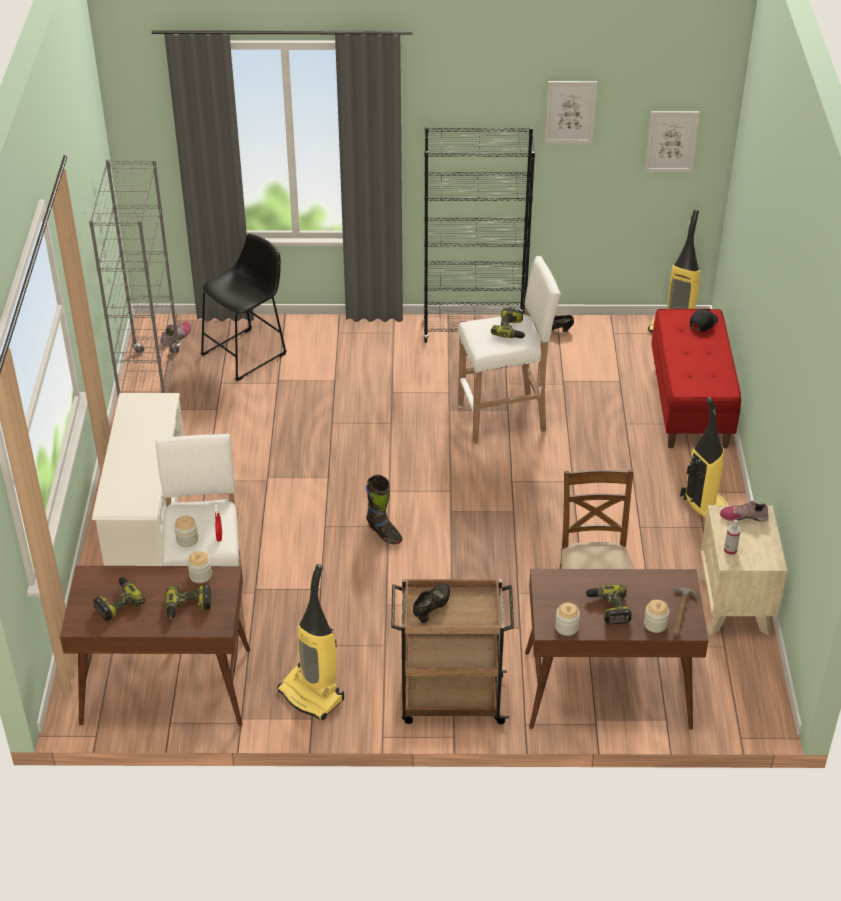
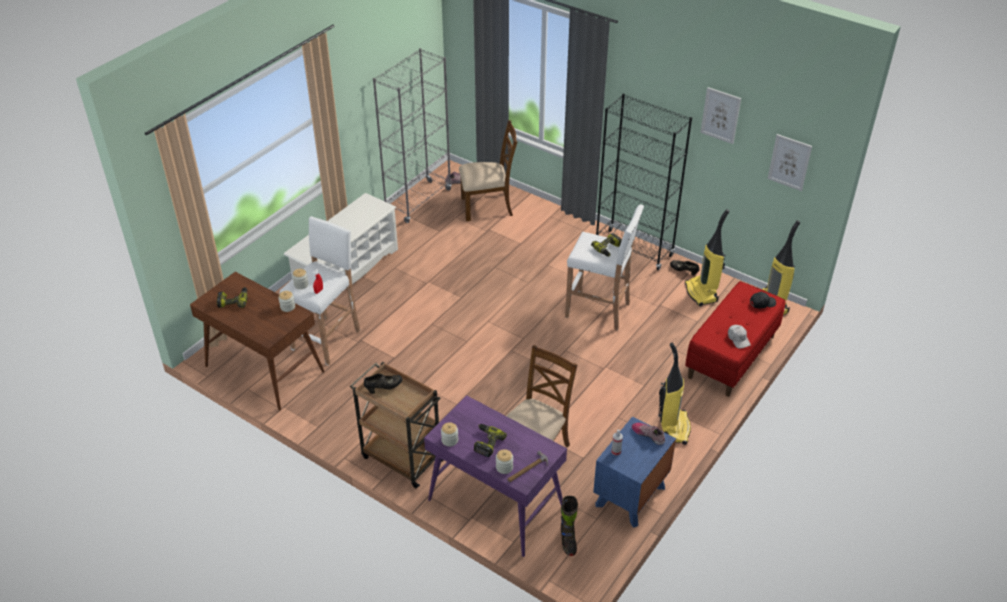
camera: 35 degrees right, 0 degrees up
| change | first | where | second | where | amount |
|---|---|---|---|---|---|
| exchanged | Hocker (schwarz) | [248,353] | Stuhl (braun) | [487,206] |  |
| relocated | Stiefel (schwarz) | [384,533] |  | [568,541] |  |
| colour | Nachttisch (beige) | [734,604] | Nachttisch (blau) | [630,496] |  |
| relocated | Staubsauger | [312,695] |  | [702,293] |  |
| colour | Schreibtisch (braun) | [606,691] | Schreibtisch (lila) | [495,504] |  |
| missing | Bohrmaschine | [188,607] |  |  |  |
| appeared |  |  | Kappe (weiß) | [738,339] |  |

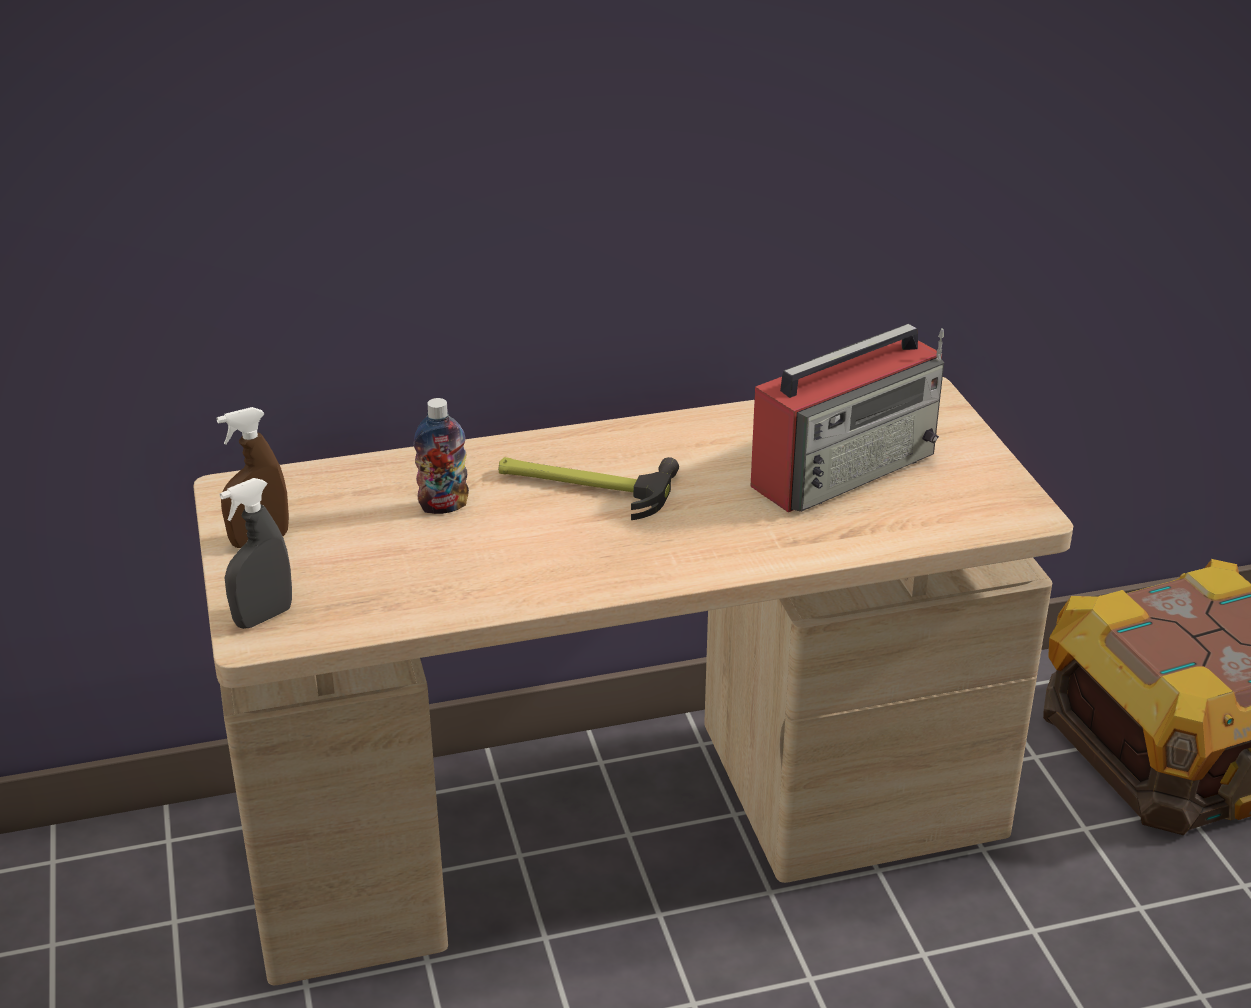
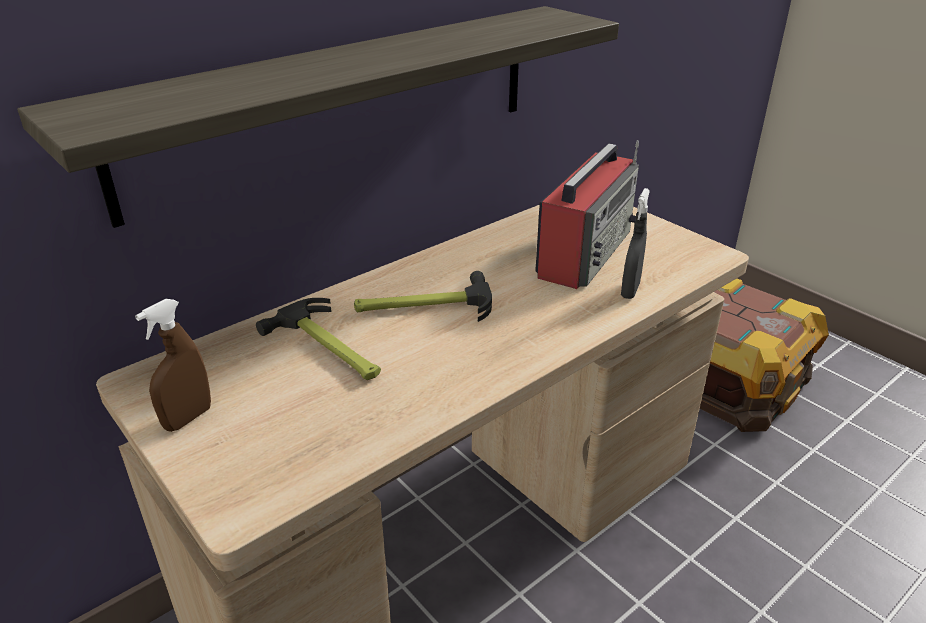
camera: 25 degrees left, 0 degrees up
| change | first | where | second | where | amount |
|---|---|---|---|---|---|
| exchanged | Flasche | [444,506] | Hammer | [329,347] |  |
| relocated | Sprühflasche (grau) | [263,617] |  | [630,290] |  |
| appeared |  |  | Wandregal | [341,104] |  |

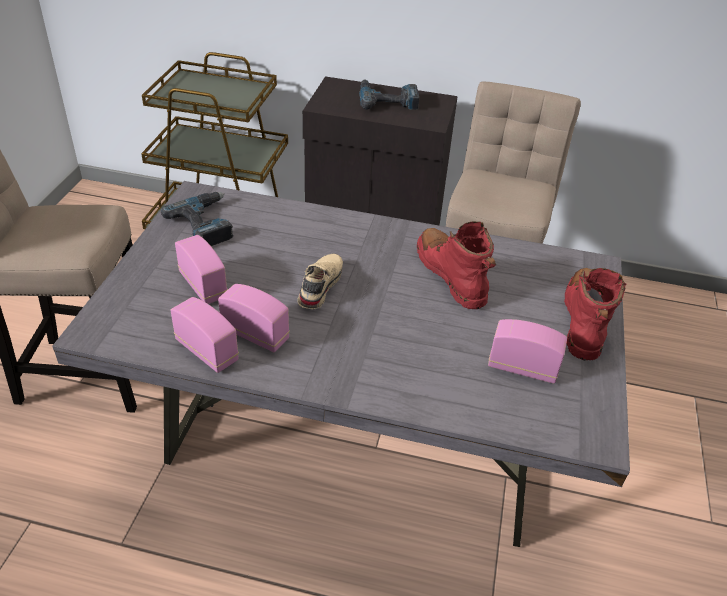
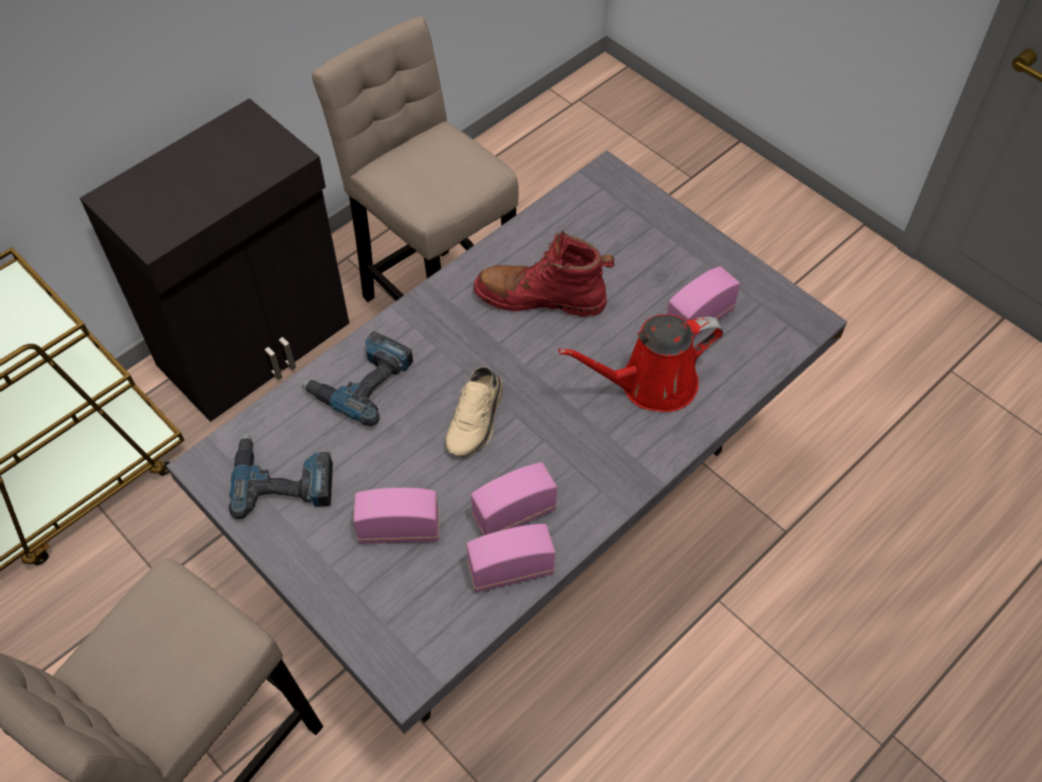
camera: 55 degrees left, 15 degrees up
| change | first | where | second | where | amount |
|---|---|---|---|---|---|
| relocated | Bohrmaschine | [387,100] |  | [361,381] |  |
| spun | Schuh (beige) | [319,286] |  | [477,420] | 120 degrees counterclockwise |
| missing | Stiefel (rot) | [584,321] |  |  |  |
| appeared |  |  | Gießkanne (rot) | [650,384] |  |

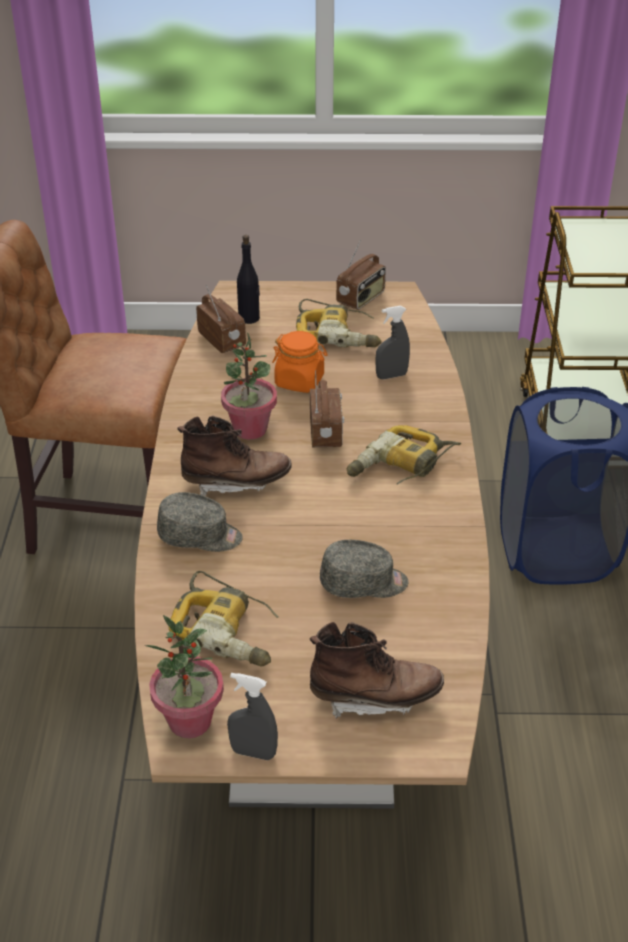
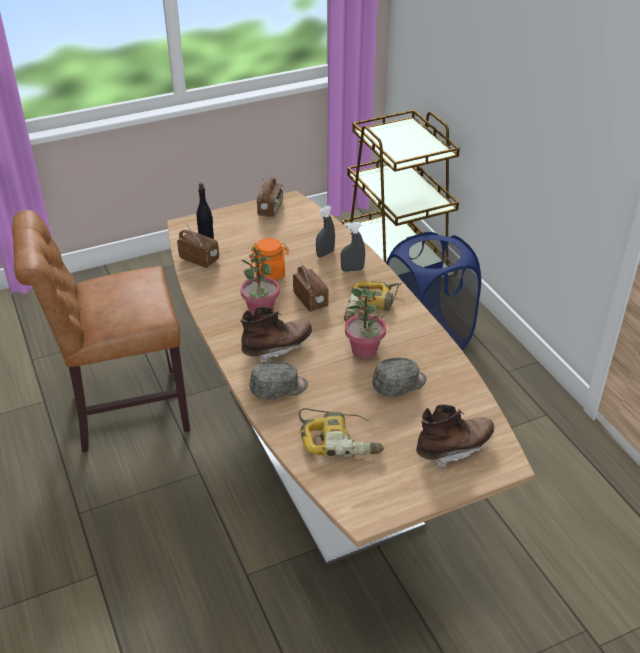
camera: 25 degrees left, 0 degrees up
| change | first | where | second | where | amount |
|---|---|---|---|---|---|
| missing | Bohrmaschine | [338,333] |  |  |  |
| relocated | Topfpflanze | [190,721] |  | [364,351] |  |
| relocated | Sprühflasche (grau) | [253,752] |  | [352,270] |  |

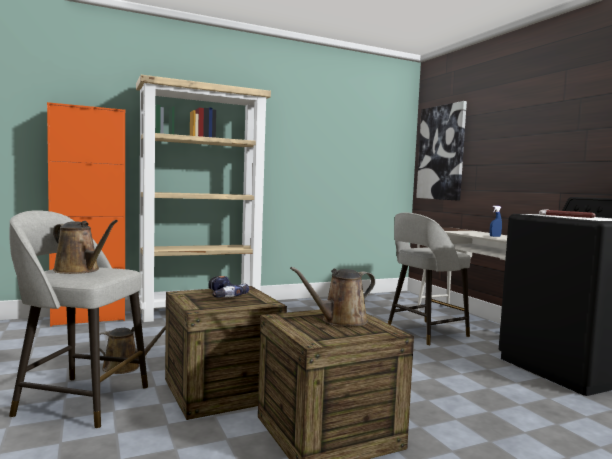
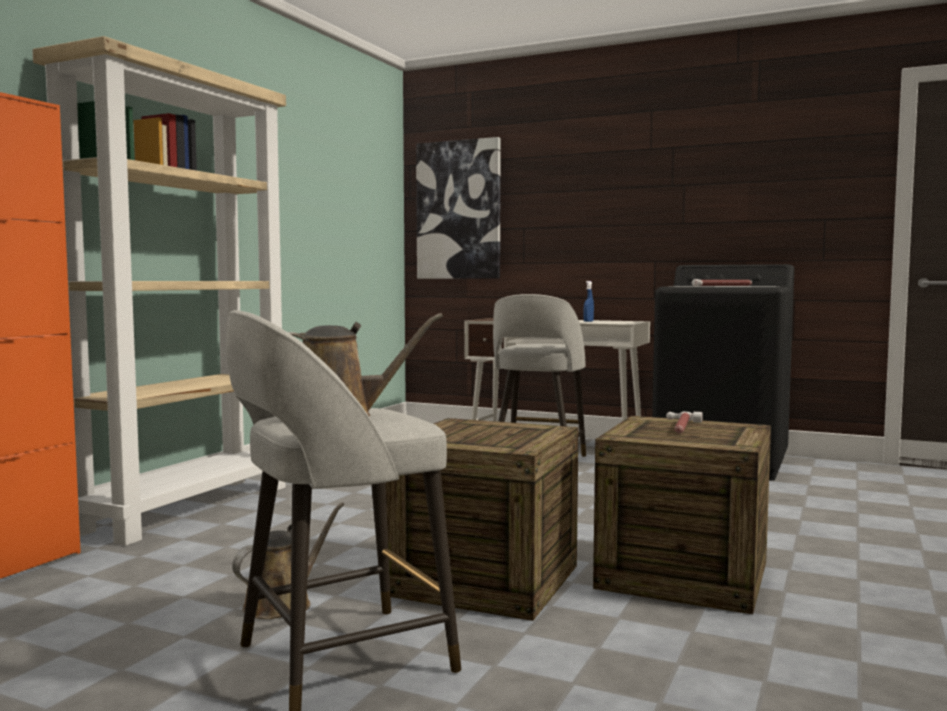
camera: 40 degrees left, 0 degrees up
| change | first | where | second | where | amount |
|---|---|---|---|---|---|
| exchanged | Gießkanne (braun) | [340,321] | Hammer | [680,427] |  |
| missing | Bohrmaschine | [221,296] |  |  |  |

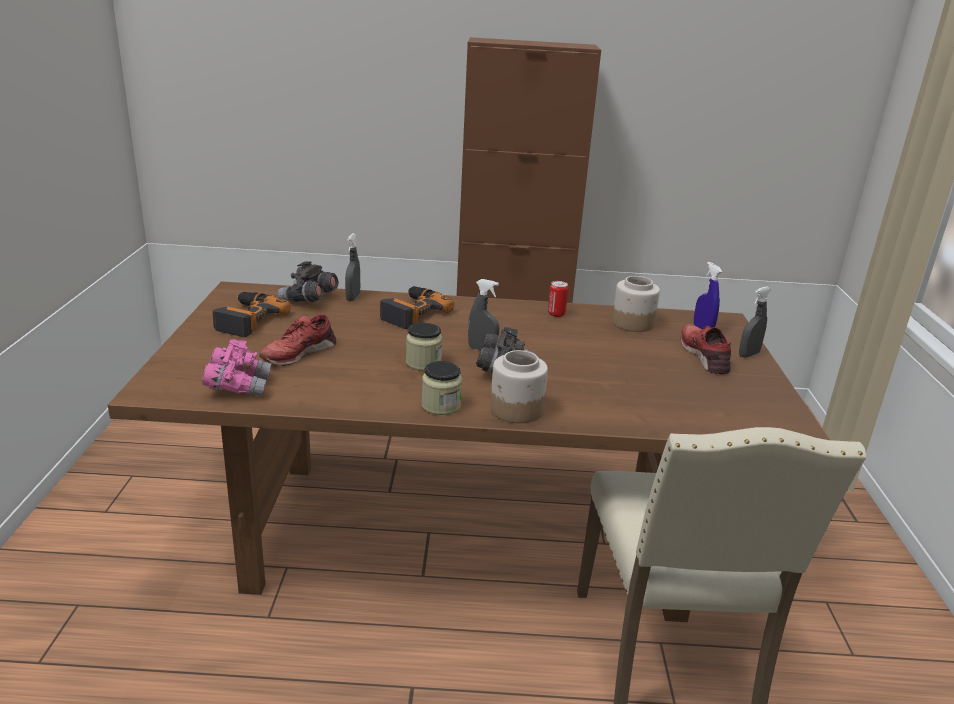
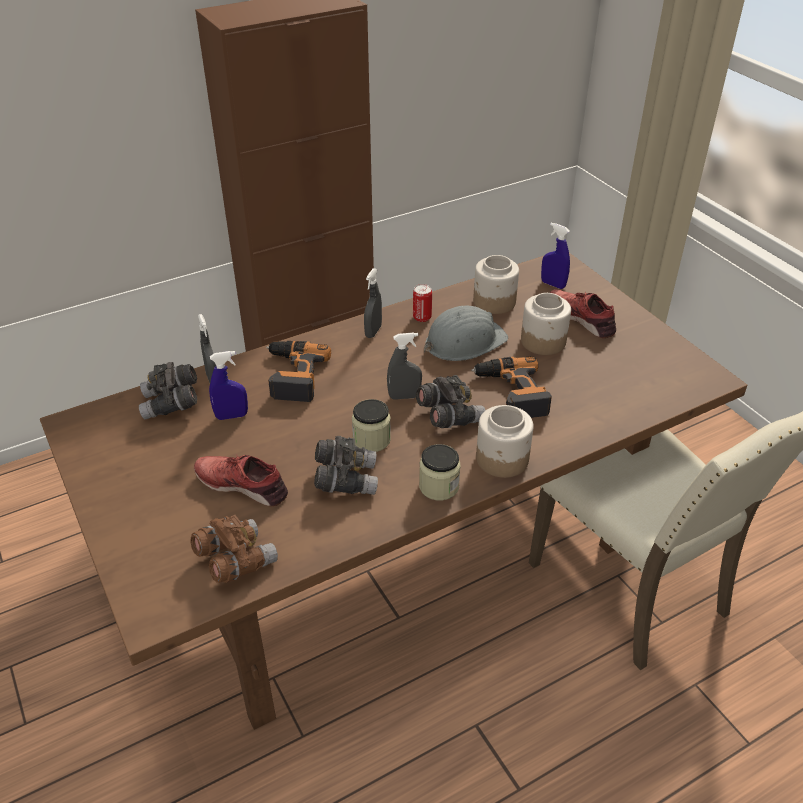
camera: 30 degrees left, 15 degrees up
| change | first | where | second | where | amount |
|---|---|---|---|---|---|
| relocated | Sprühflasche (grau) | [748,354] |  | [373,331] |  |
| relocated | Bohrmaschine | [246,319] |  | [511,393] |  |
| spun | Schuh (rot) | [298,352] |  | [242,484] | 105 degrees clockwise |
| colour | Fernglas (rosa) | [238,386] | Fernglas (braun) | [235,560] |  |
| appeared |  |  | Vorratsglas | [543,341] |  |
| appeared |  |  | Schutzhelm (grau) | [464,342] |  |
| appeared |  |  | Sprühflasche (blau) | [231,416] |  |
| appeared |  |  | Fernglas (grau) | [345,479] |  |

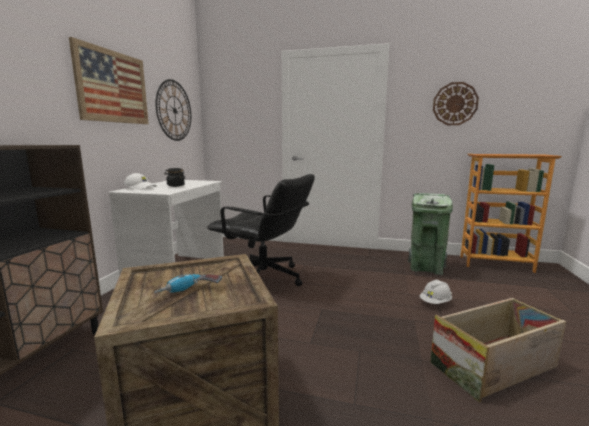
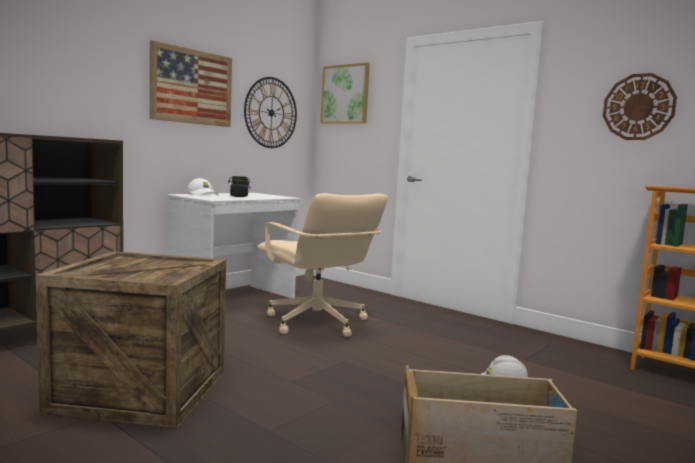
camera: 25 degrees right, 5 degrees down
| change | first | where | second | where | amount |
|---|---|---|---|---|---|
| colour | Bürostuhl (schwarz) | [264,279] | Bürostuhl (beige) | [316,323] |  |
| missing | Mülleimer (grün) | [426,267] |  |  |  |
| missing | Bohrmaschine | [190,291] |  |  |  |
| appeared |  |  | Bild | [345,94] |  |

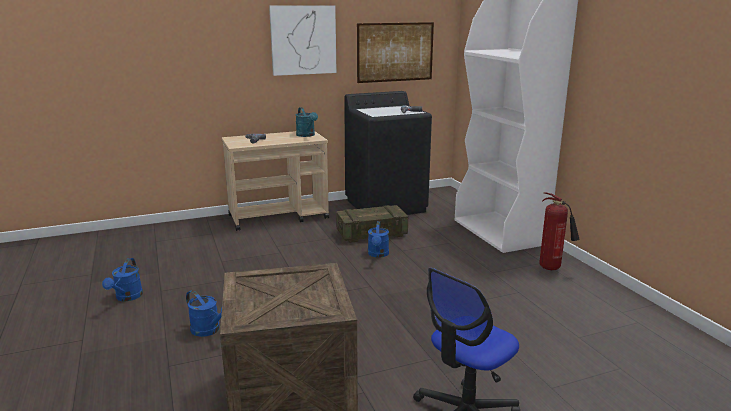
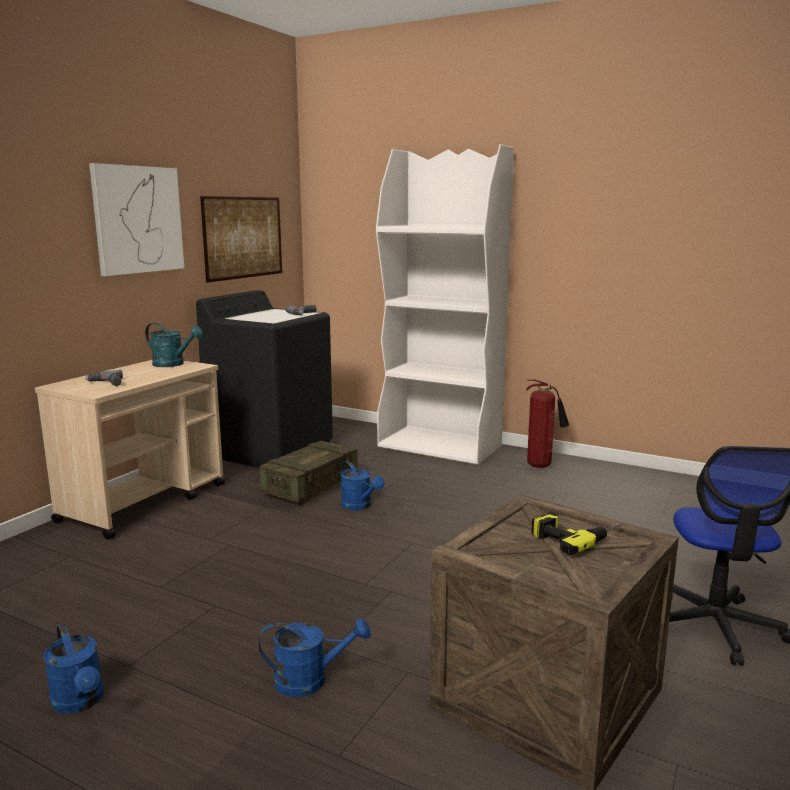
camera: 40 degrees left, 5 degrees down
| change | first | where | second | where | amount |
|---|---|---|---|---|---|
| appeared |  |  | Bohrmaschine | [575,535] |  |

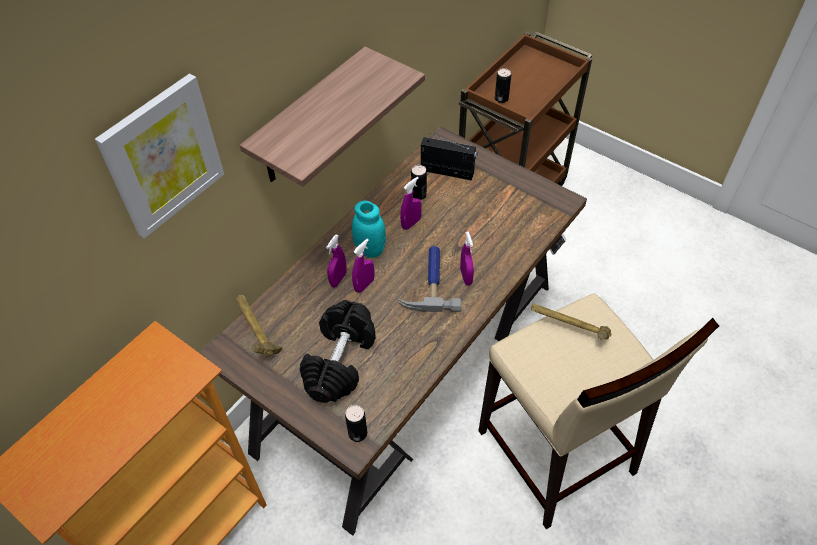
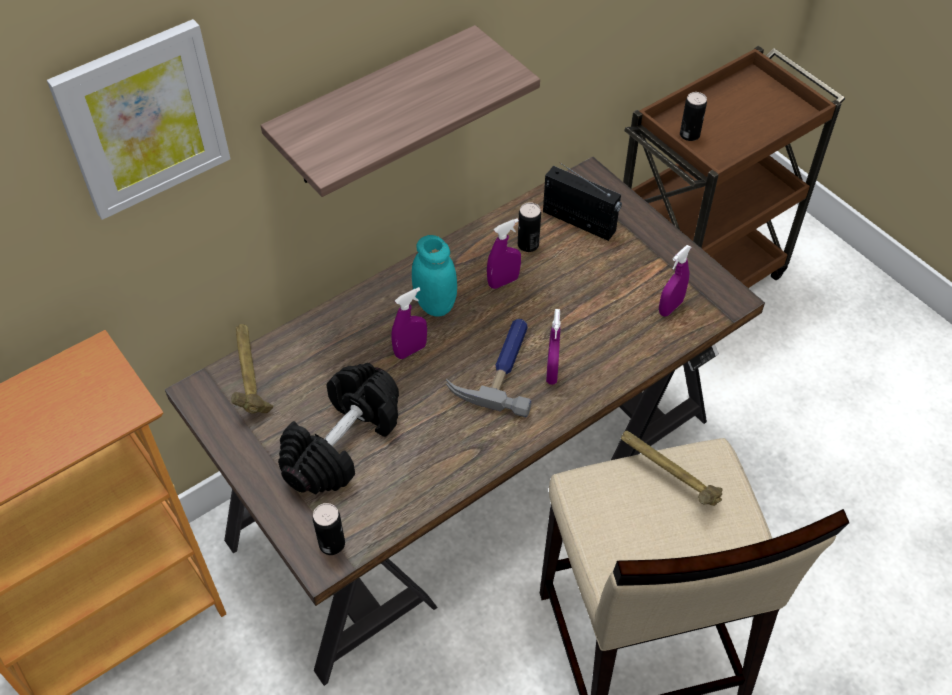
camera: 15 degrees right, 0 degrees up
| change | first | where | second | where | amount |
|---|---|---|---|---|---|
| relocated | Sprühflasche (lila) | [338,279] |  | [670,307] |  |

